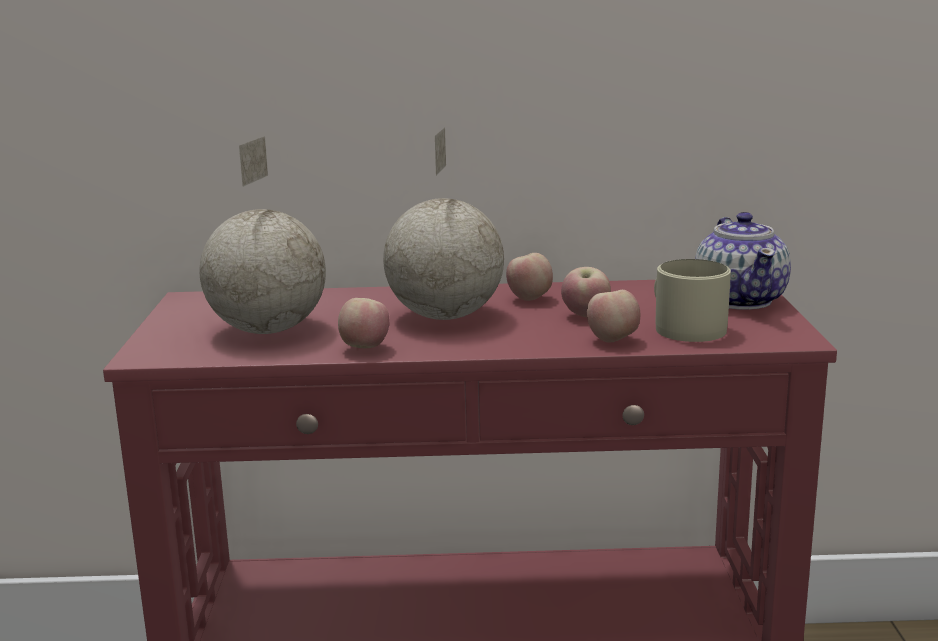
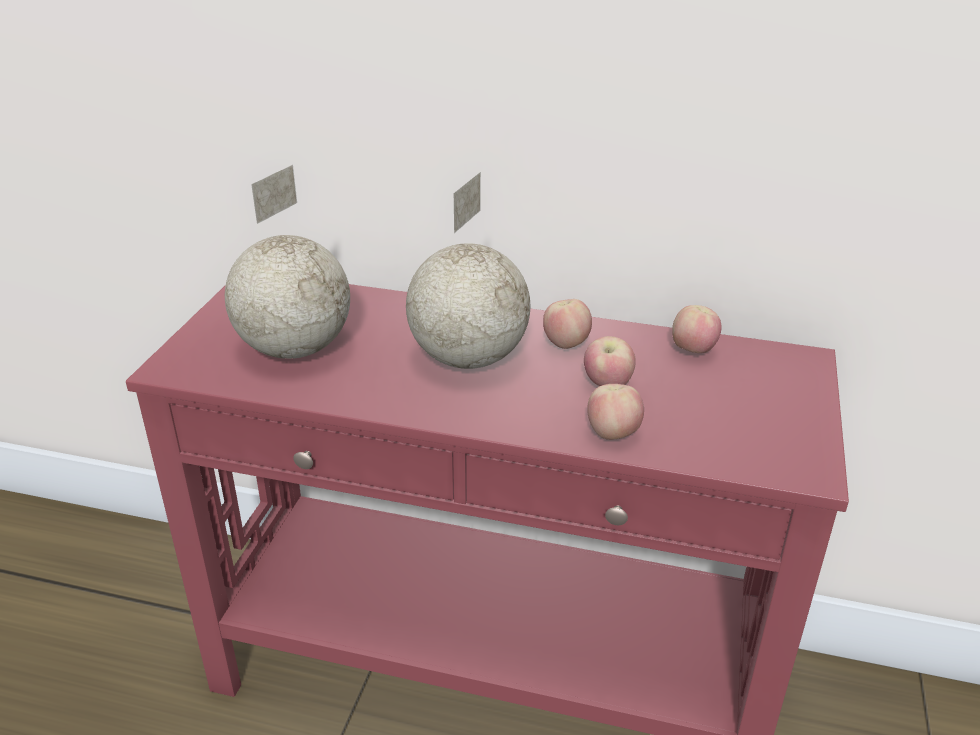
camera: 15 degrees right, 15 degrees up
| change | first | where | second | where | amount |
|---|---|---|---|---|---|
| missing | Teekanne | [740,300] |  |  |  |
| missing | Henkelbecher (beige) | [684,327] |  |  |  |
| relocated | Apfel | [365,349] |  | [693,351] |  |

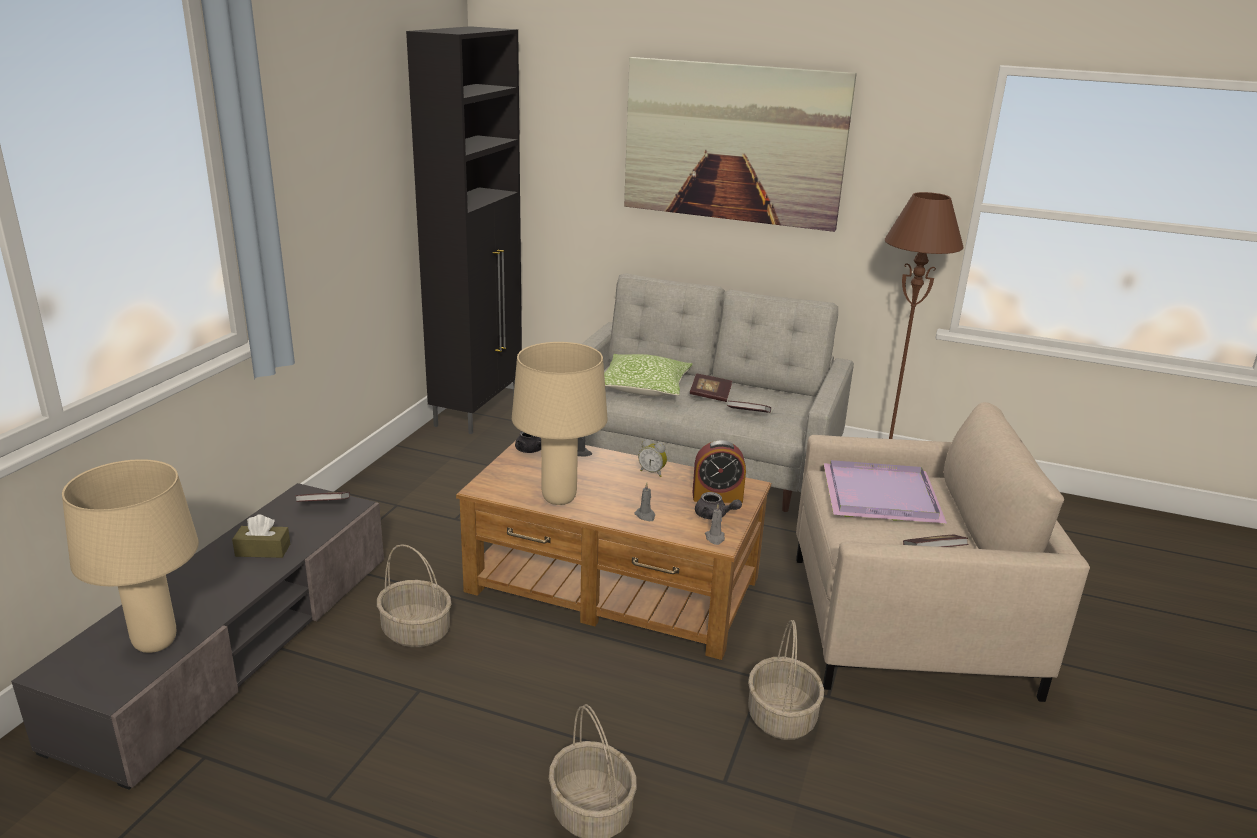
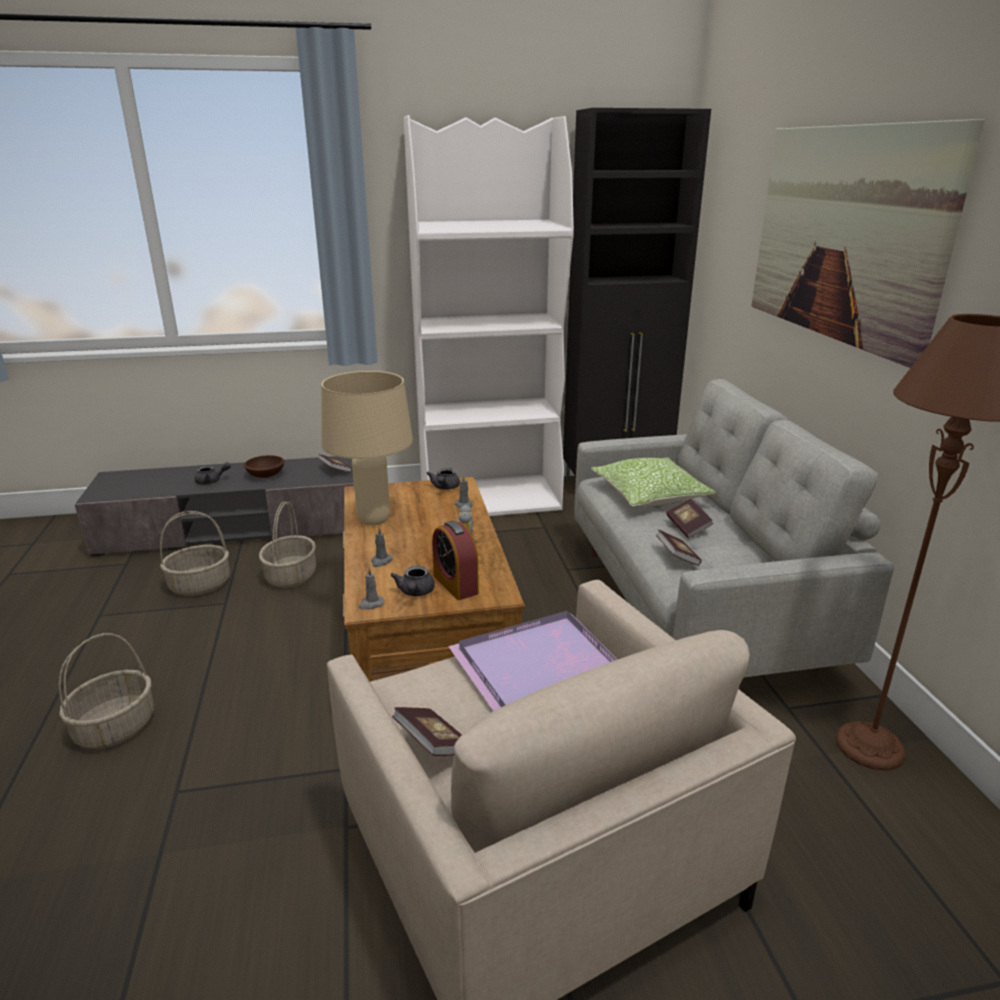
camera: 60 degrees right, 0 degrees up
| change | first | where | second | where | amount |
|---|---|---|---|---|---|
| missing | Tischlampe (beige) | [156,642] |  |  |  |
| exchanged | Taschentuchbox (braun) | [263,550] | Schüssel (braun) | [265,475] |  |
| relocated | Korb | [781,717] |  | [200,585] |  |
| appeared |  |  | Bücherregal (weiß) | [491,499] |  |
| appeared |  |  | Teekanne (grau) | [212,481] |  |

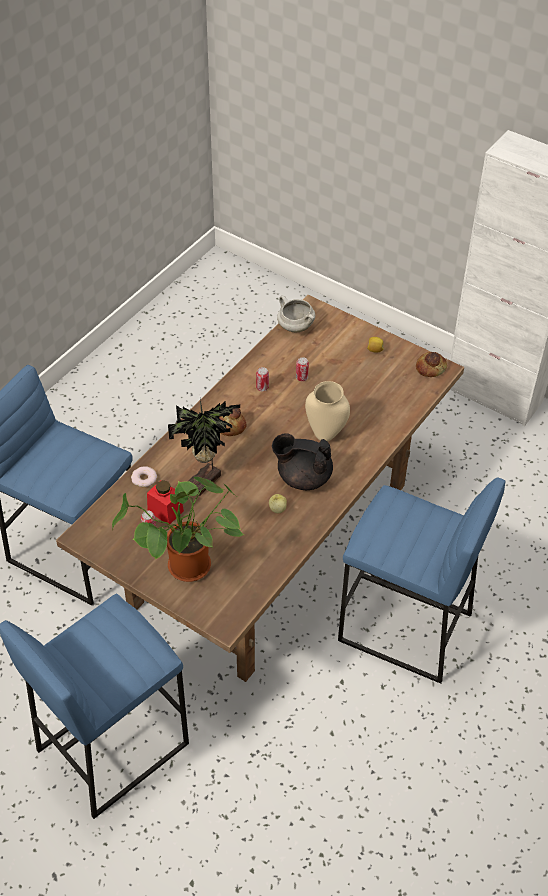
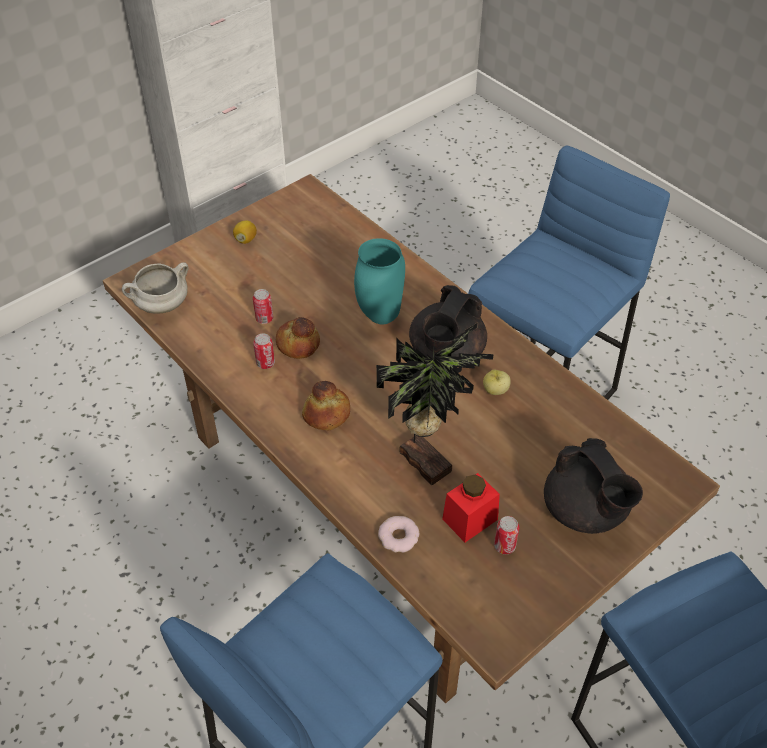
camera: 75 degrees left, 0 degrees up
| change | first | where | second | where | amount |
|---|---|---|---|---|---|
| relocated | Brot | [430,368] |  | [297,344] |  |
| colour | Vase (beige) | [325,436] | Vase (türkis) | [381,317] |  |
| exchanged | Topfpflanze | [186,570] | Teekanne (schwarz) | [585,511] |  |

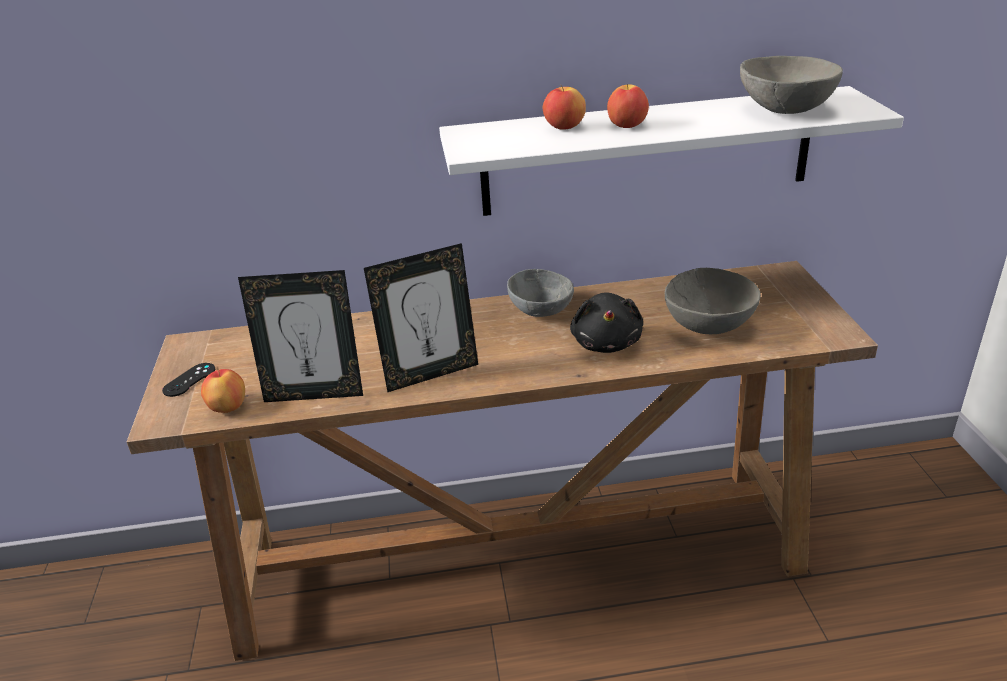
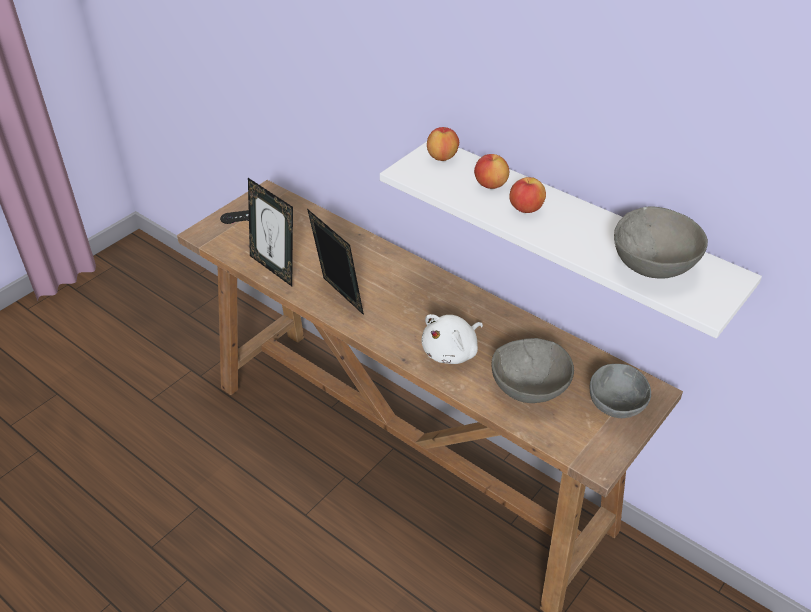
camera: 45 degrees right, 10 degrees up
| change | first | where | second | where | amount |
|---|---|---|---|---|---|
| spun | Bilderrahmen | [430,374] |  | [338,298] | 150 degrees counterclockwise |
| relocated | Schüssel (grau) | [542,309] |  | [617,404] |  |
| colour | Plüschtier (schwarz) | [606,343] | Plüschtier (weiß) | [452,352] |  |
| relocated | Apfel | [228,407] |  | [442,157] |  |

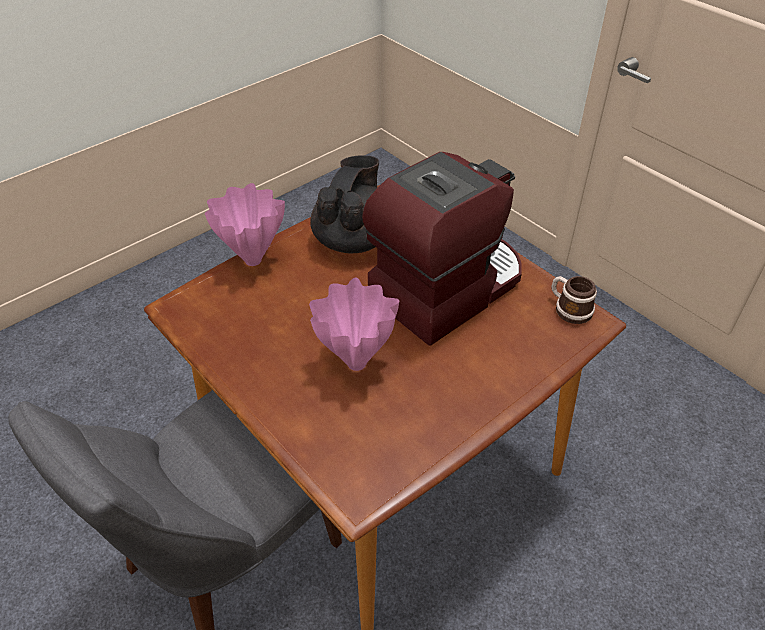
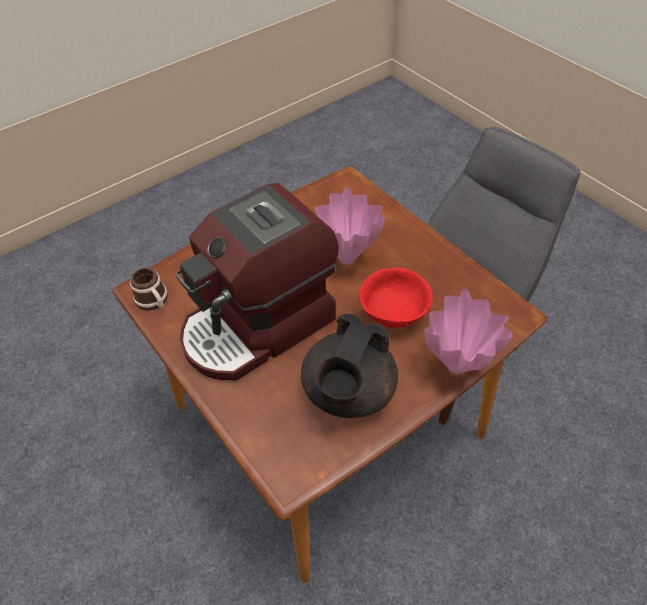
camera: 175 degrees left, 5 degrees up
| change | first | where | second | where | amount |
|---|---|---|---|---|---|
| appeared |  |  | Schüssel (rot) | [394,314] |  |

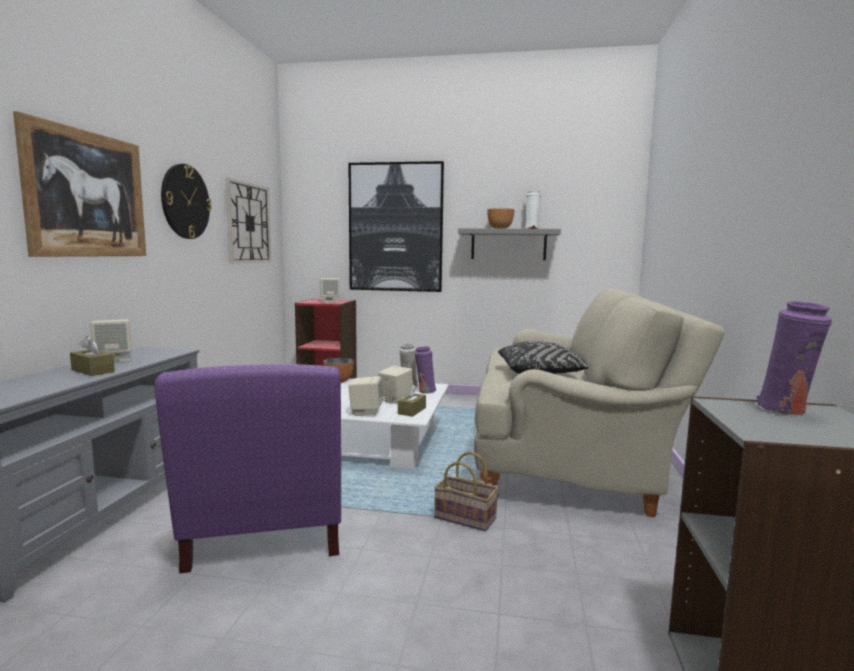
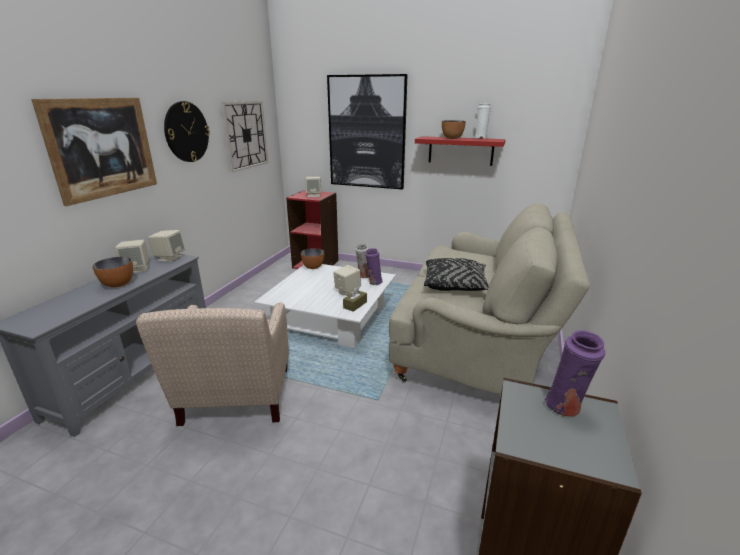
camera: 10 degrees right, 15 degrees up
| change | first | where | second | where | amount |
|---|---|---|---|---|---|
| colour | Wandregal (grau) | [508,244] | Wandregal (rot) | [460,150] |  |
| exchanged | Taschentuchbox (braun) | [93,371] | Schüssel | [118,284] |  |
| colour | Sessel (lila) | [263,537] | Sessel (beige) | [234,401] |  |
| relocated | Lautsprecher (beige) | [365,412] |  | [169,258] |  |
| missing | Korb | [467,518] |  |  |  |

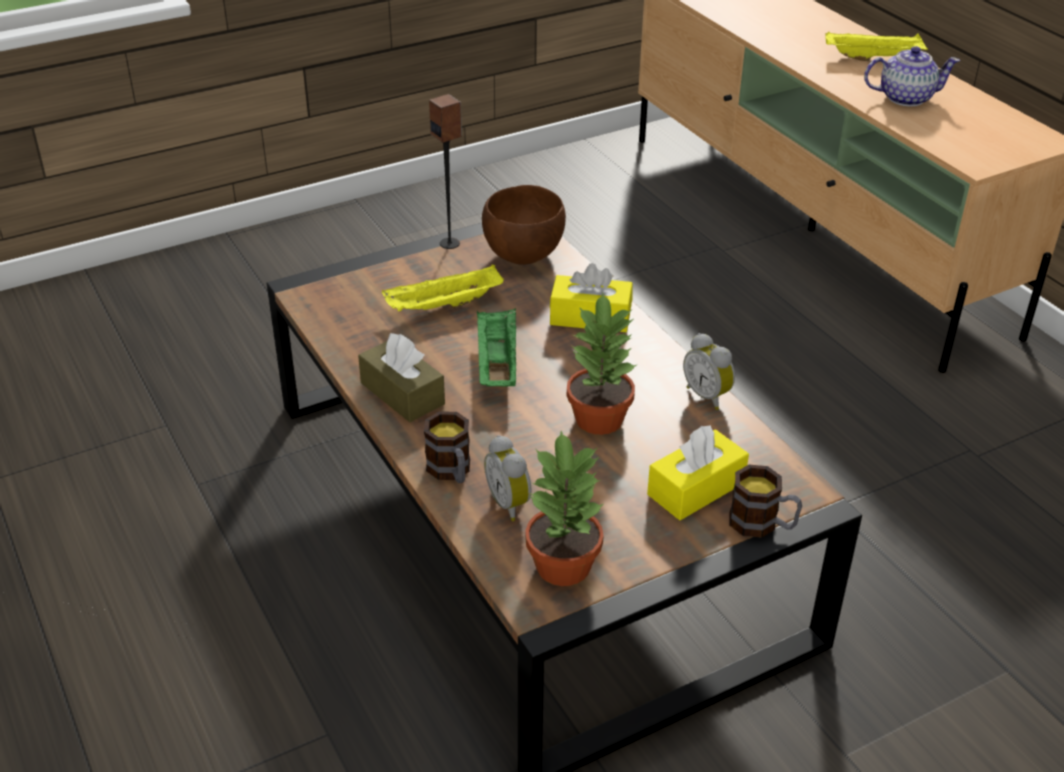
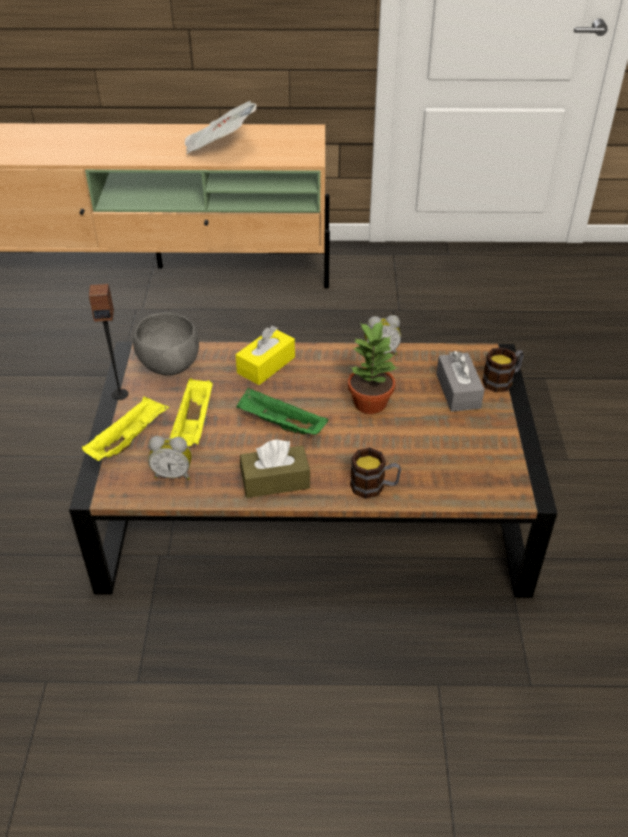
camera: 60 degrees left, 5 degrees up
| change | first | where | second | where | amount |
|---|---|---|---|---|---|
| relocated | Tablett (gelb) | [874,58] |  | [129,439] |  |
| exchanged | Teekanne | [905,98] | Zeitung | [219,147] |  |
| colour | Schüssel (braun) | [522,255] | Schüssel (grau) | [169,366] |  |
| colour | Taschentuchbox (gelb) | [696,488] | Taschentuchbox (grau) | [458,391] |  |
| missing | Topfpflanze | [564,565] |  |  |  |
| relocated | Wecker | [511,503] |  | [173,474] |  |

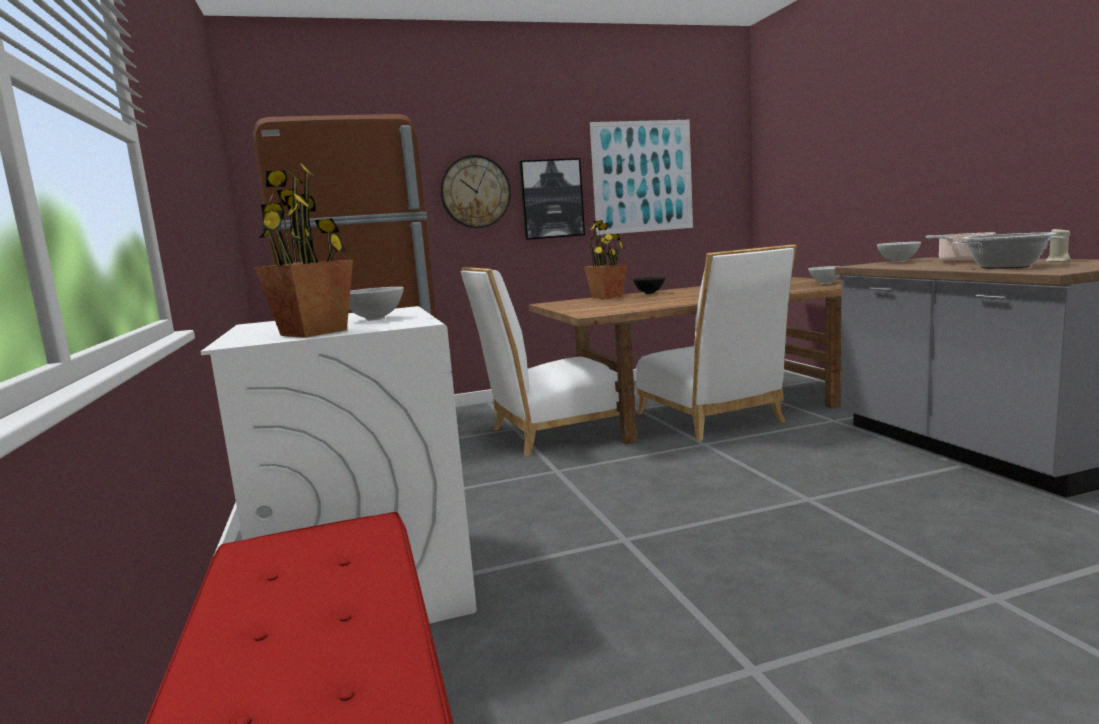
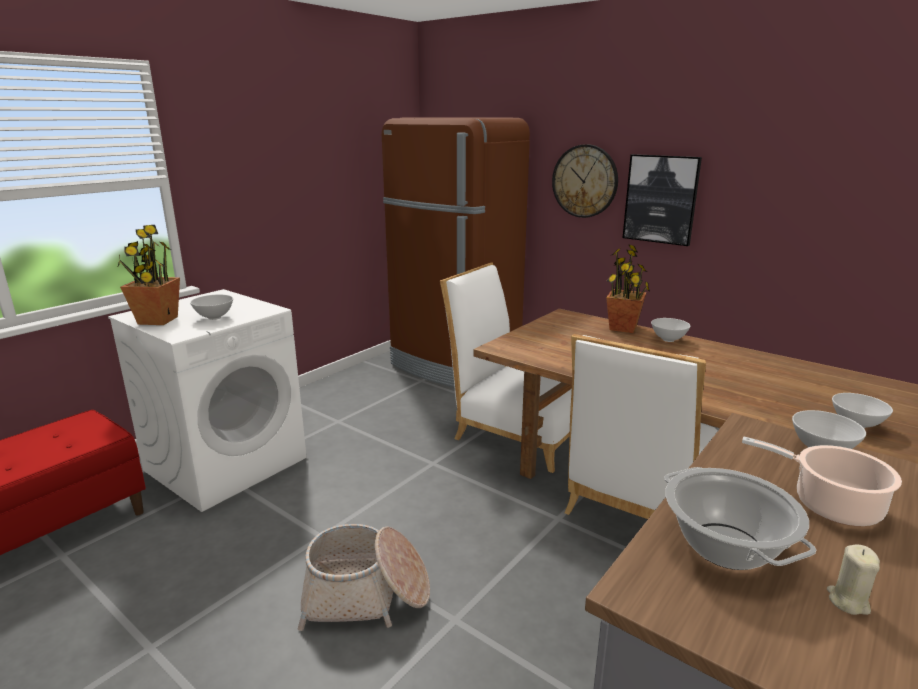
camera: 55 degrees right, 10 degrees up
| change | first | where | second | where | amount |
|---|---|---|---|---|---|
| missing | Bild | [642,177] |  |  |  |
| colour | Schüssel (schwarz) | [650,293] | Schüssel (weiß) | [668,340] |  |
| appeared |  |  | Korb | [366,595] |  |

